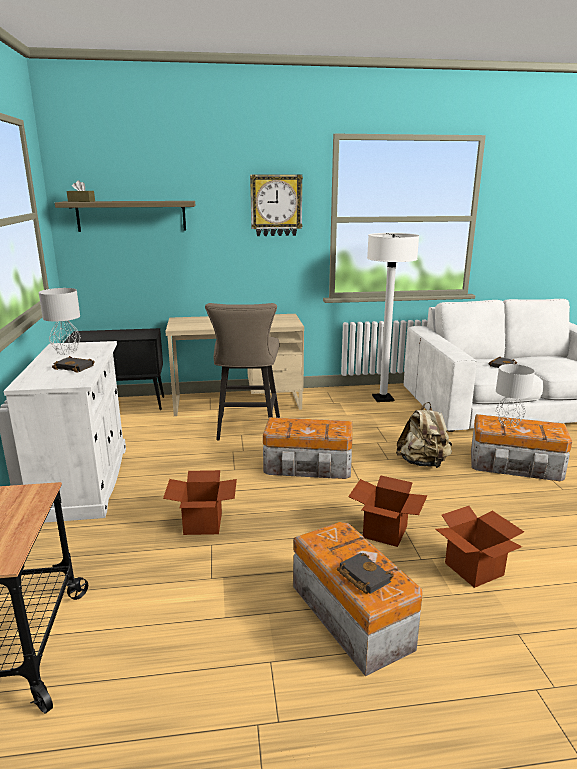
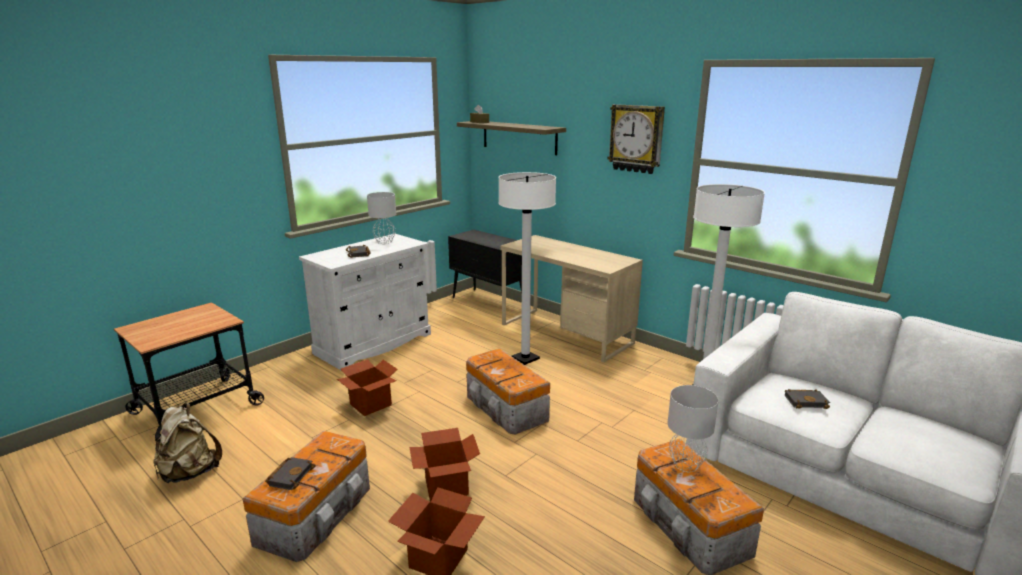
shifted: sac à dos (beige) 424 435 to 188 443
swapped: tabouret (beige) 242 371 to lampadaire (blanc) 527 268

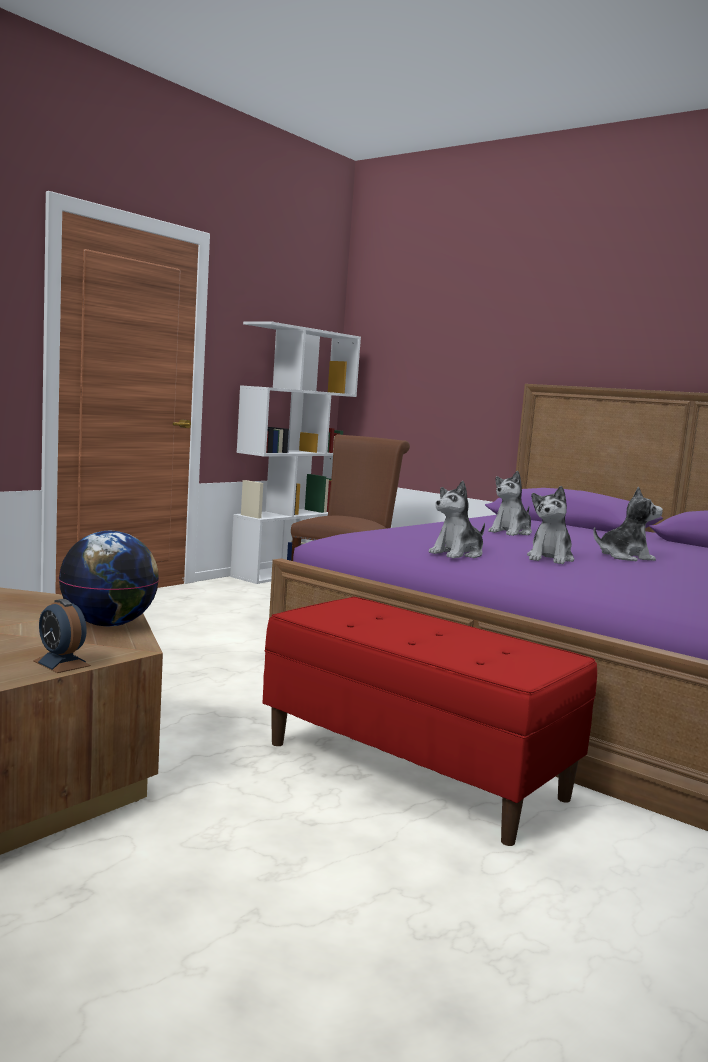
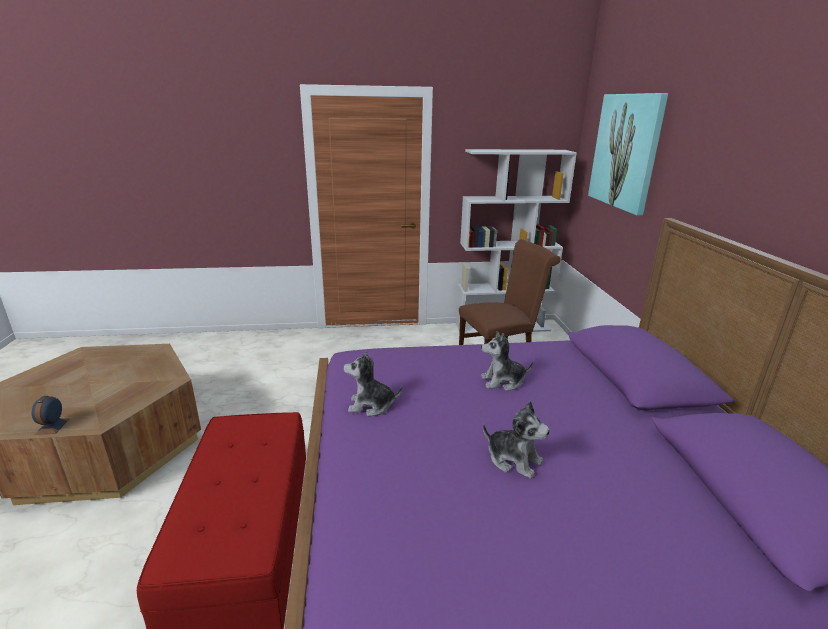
gone: globe 109 578; peluche 550 525
new: tableau 628 154

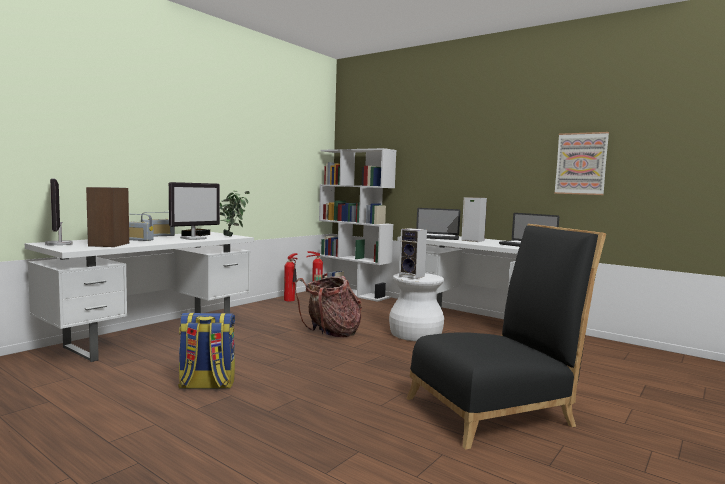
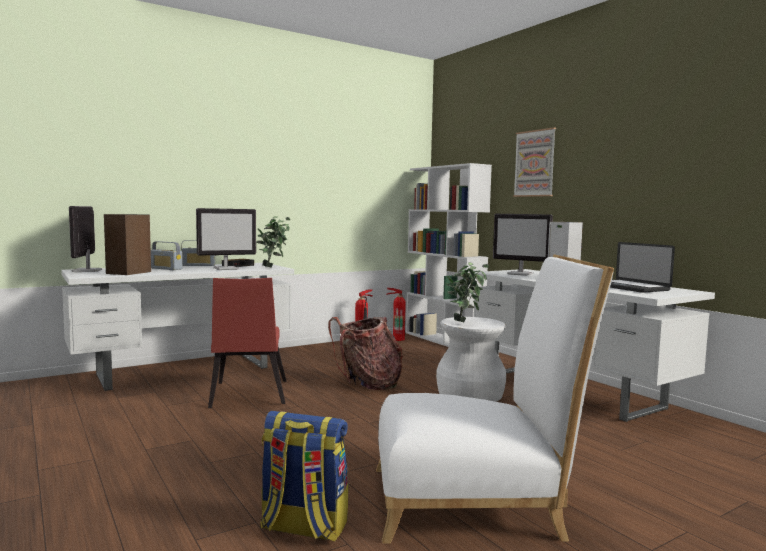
new: chaise (rouge) 247 343
shifted: sac à dos 206 351 to 304 476; tableau 581 163 to 534 162
swapped: enceinte 413 253 to plante en pot 467 292; ordinateur portable 438 224 to écran d'ordinateur 523 245
repainted: chaise (noir) 506 337 to chaise (blanc) 495 399

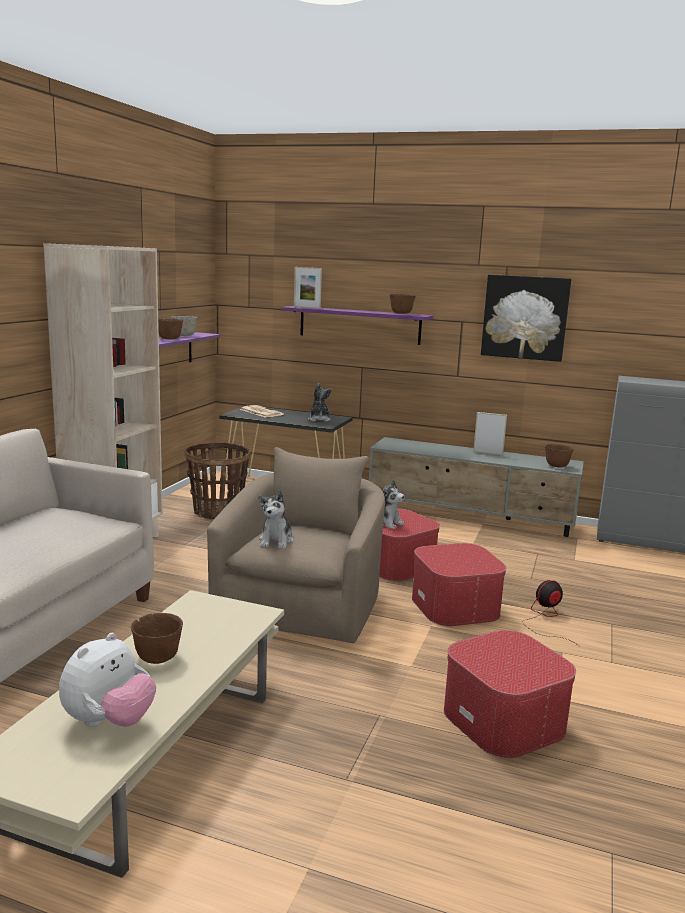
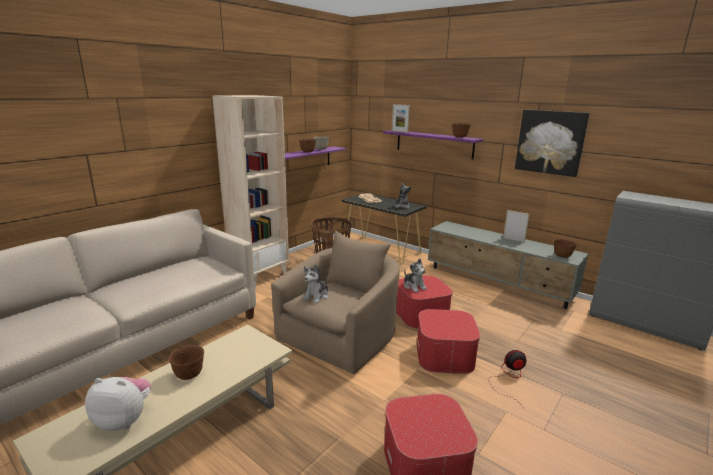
rotated: peluche 107 680 = 118 404 135 degrees counterclockwise

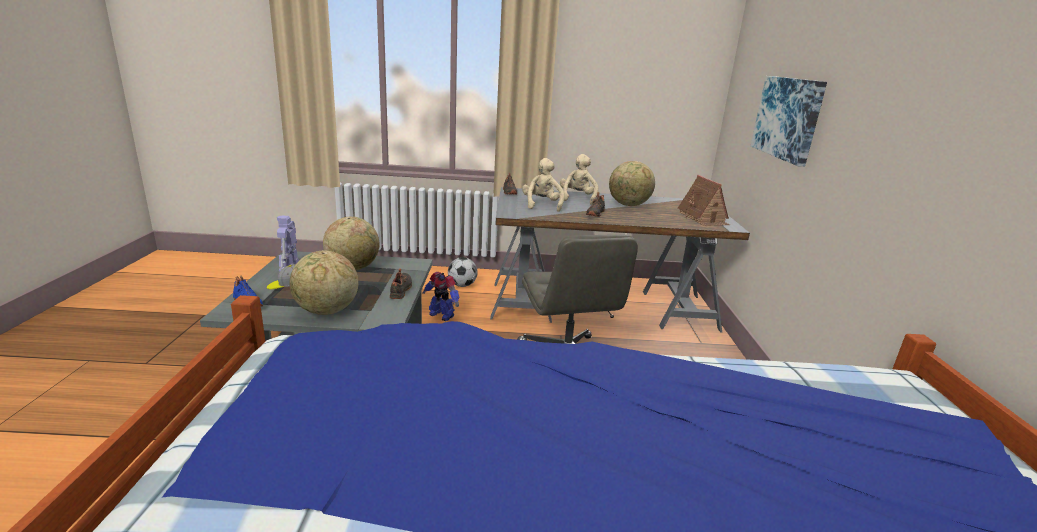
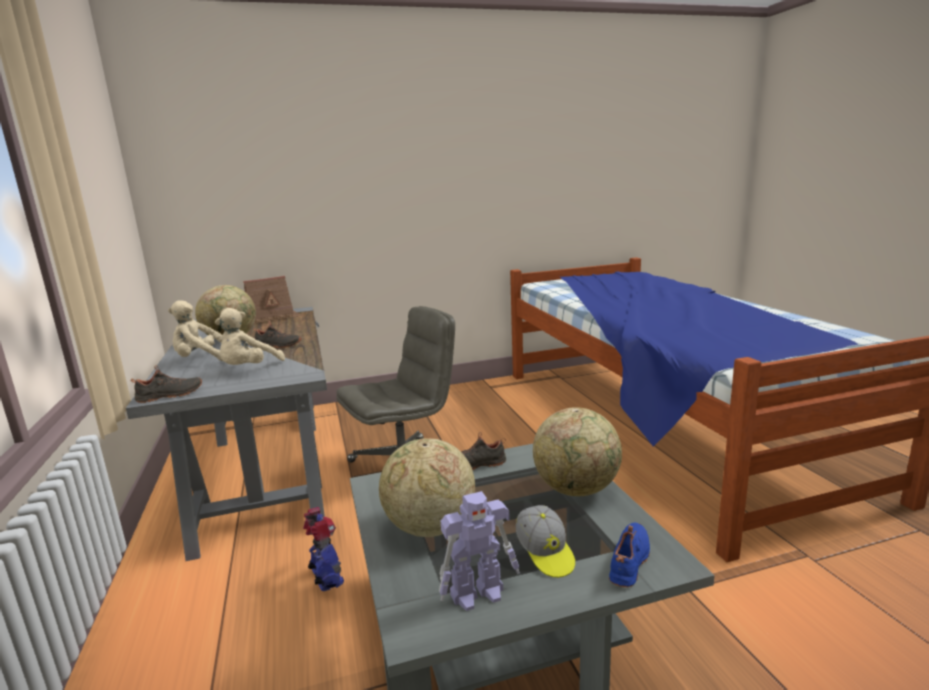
gone: ballon de foot 463 272; tableau 789 121
rotated: peluche (beige) 543 185 = 250 336 45 degrees counterclockwise; robot jouet 441 296 = 323 549 45 degrees counterclockwise

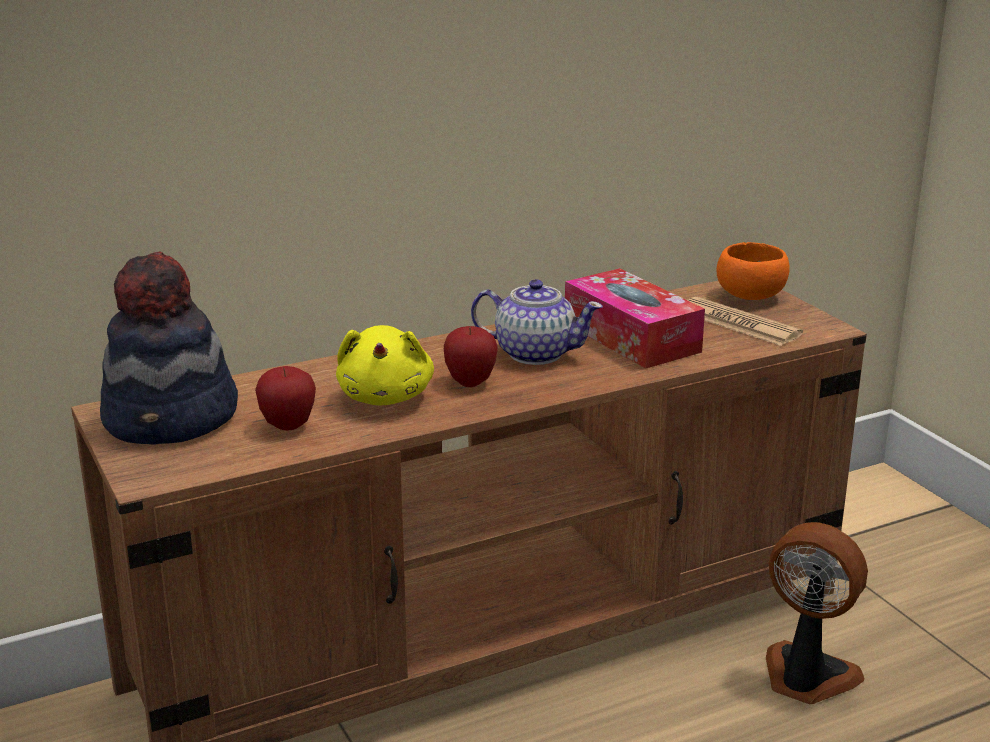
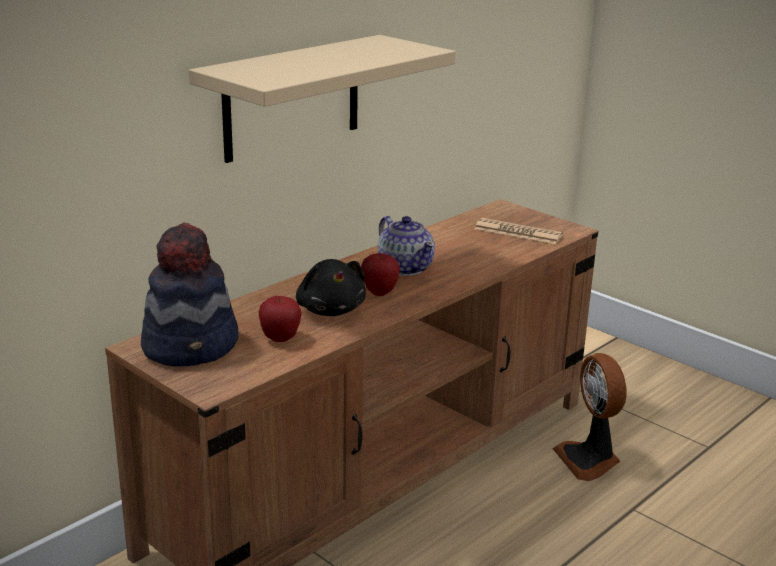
gone: boîte à mouchoirs 635 318; bol (orange) 753 271
new: étagère (beige) 322 99
repainted: peluche (jaune) 385 365 to peluche (noir) 331 287
rotated: théière 537 322 = 406 246 60 degrees clockwise; ventilateur 817 613 = 589 417 120 degrees counterclockwise

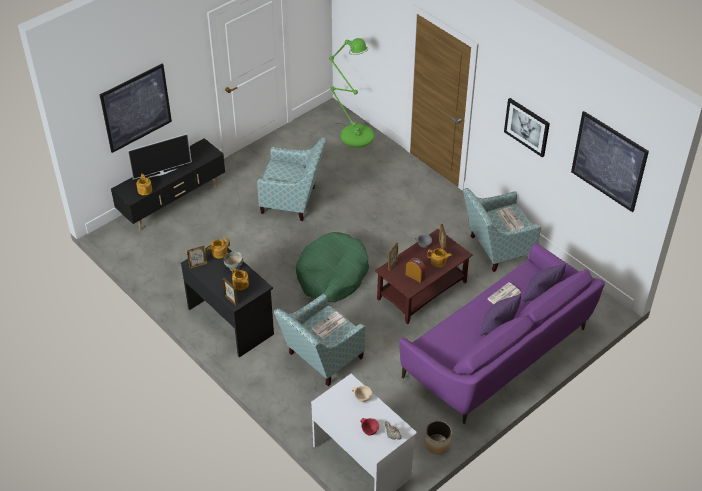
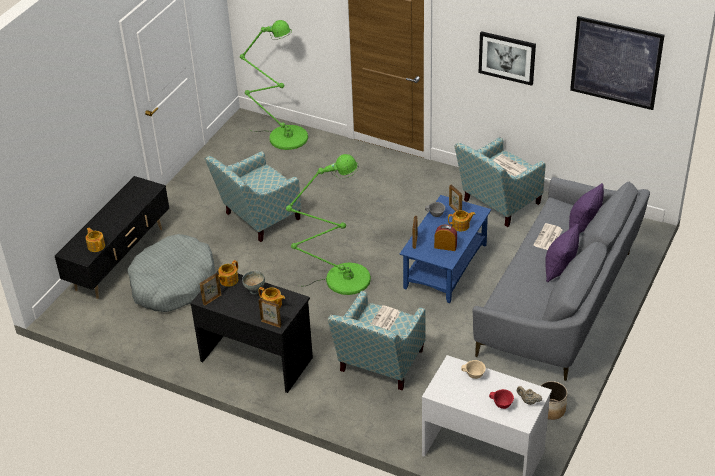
gone: tableau 136 108; téléviseur 160 156
new: panier pour chien (gris) 171 273
swapped: panier pour chien (vert) 332 267 to lampadaire (vert) 328 224
repainted: table basse (marron) 424 276 to table basse (bleu) 445 249; canapé (violet) 502 333 to canapé (gris) 561 279
rotated: fauteuil 292 179 = 253 196 150 degrees clockwise

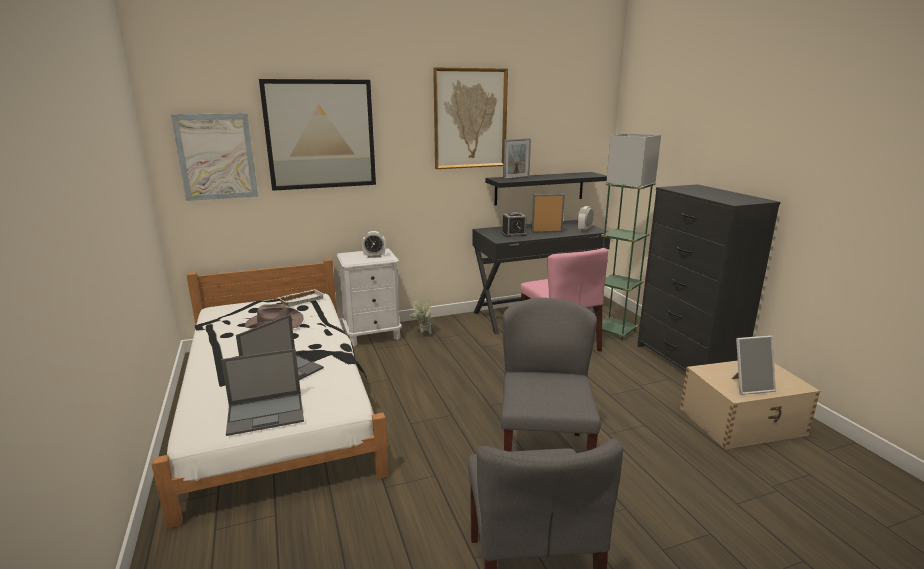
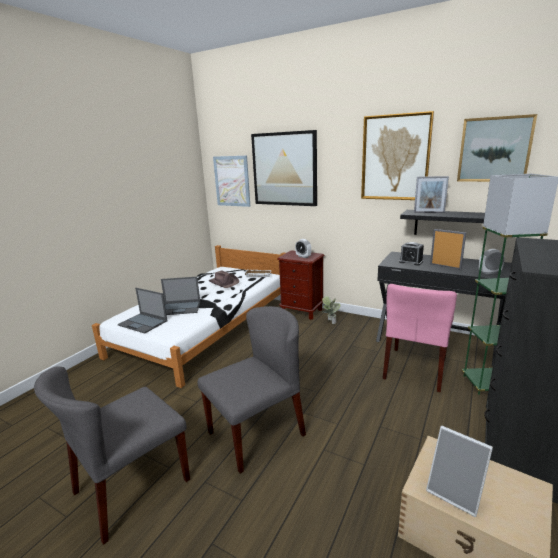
new: tableau 497 148
repainted: table de chevet (blanc) 369 297 to table de chevet (marron) 301 285

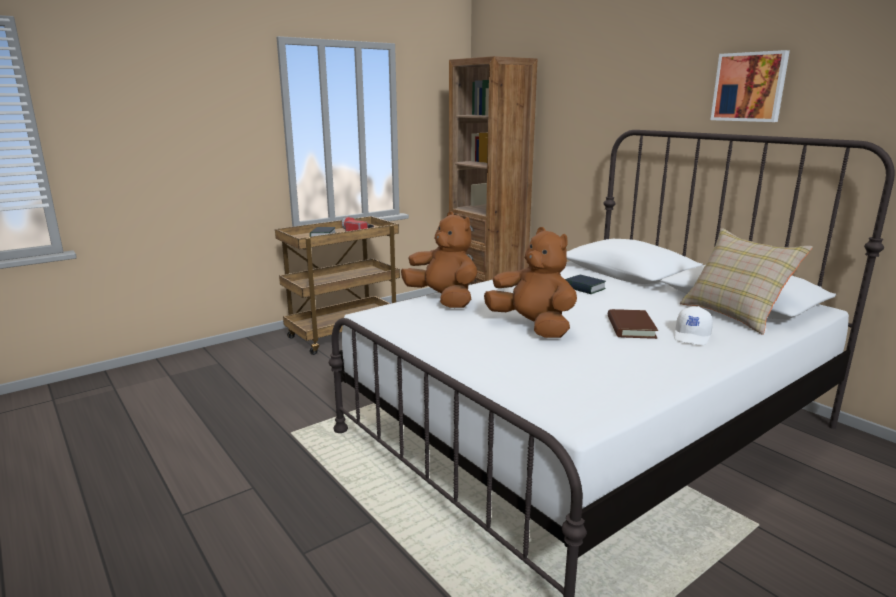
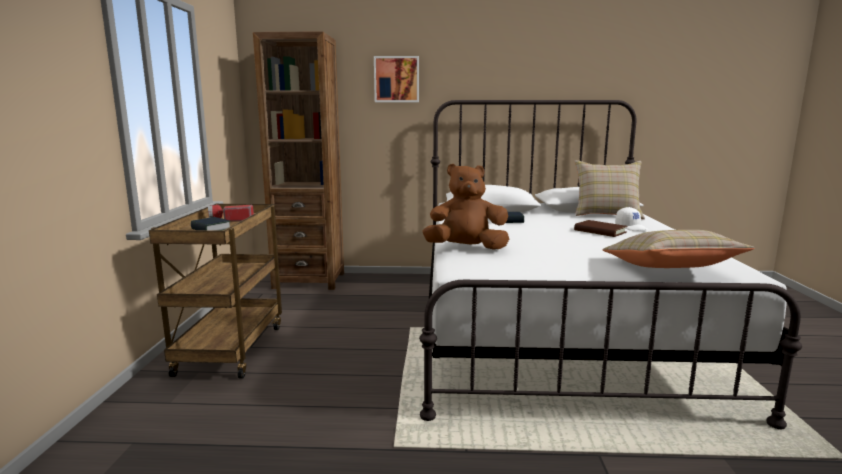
gone: peluche (marron) 530 282
new: coussin (beige) 678 249
shifted: tableau 750 86 to 396 79

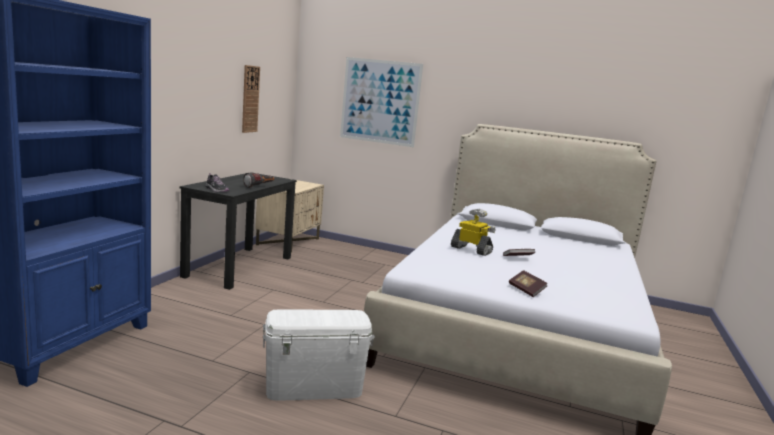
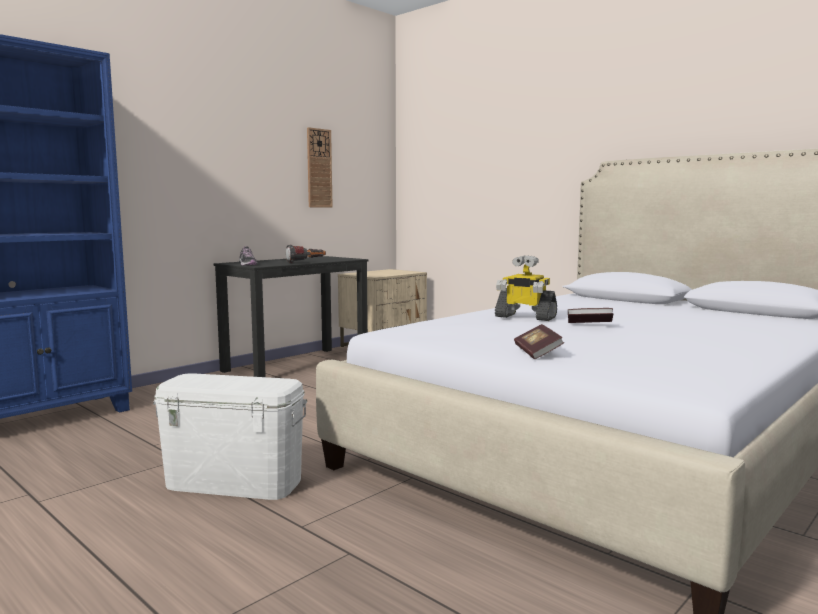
gone: tableau 381 102
rotated: robot jouet 473 232 = 526 288 150 degrees clockwise

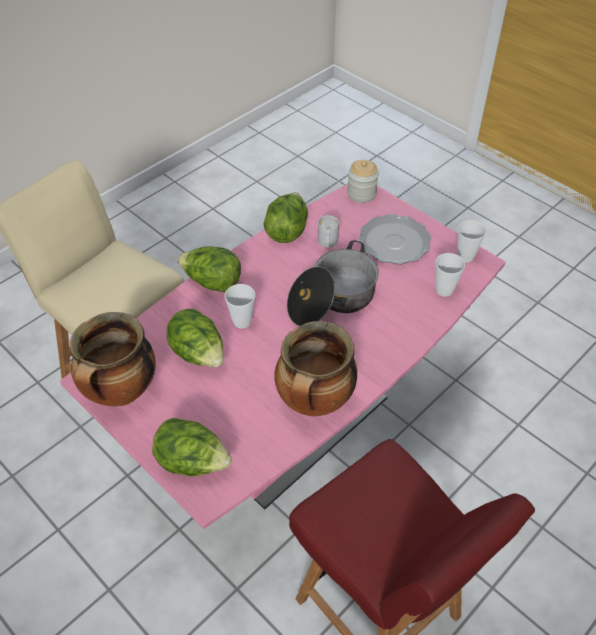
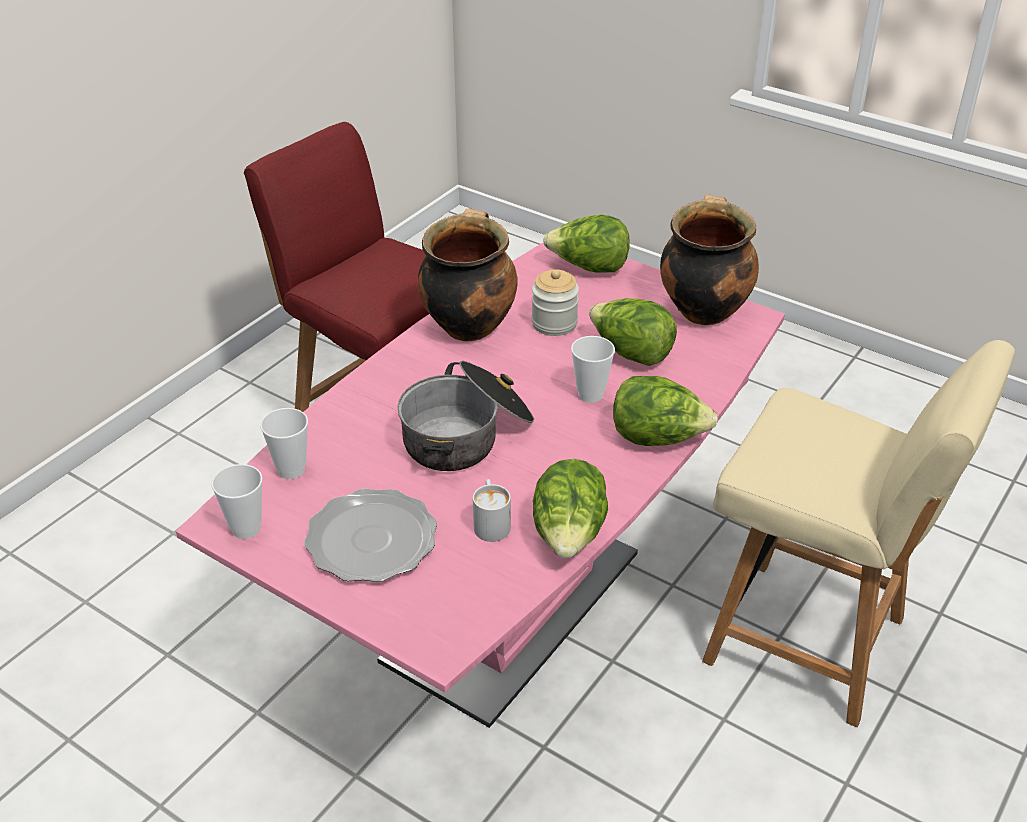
shifted: bocal 363 181 to 555 302

